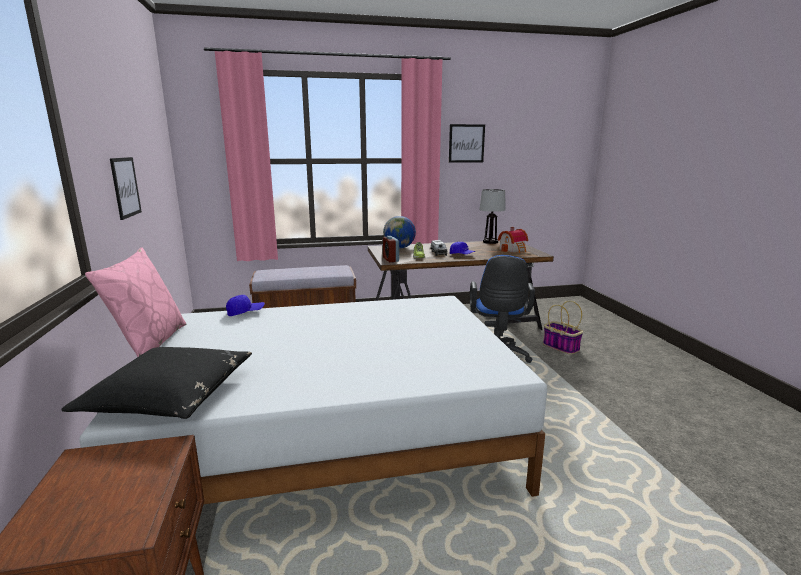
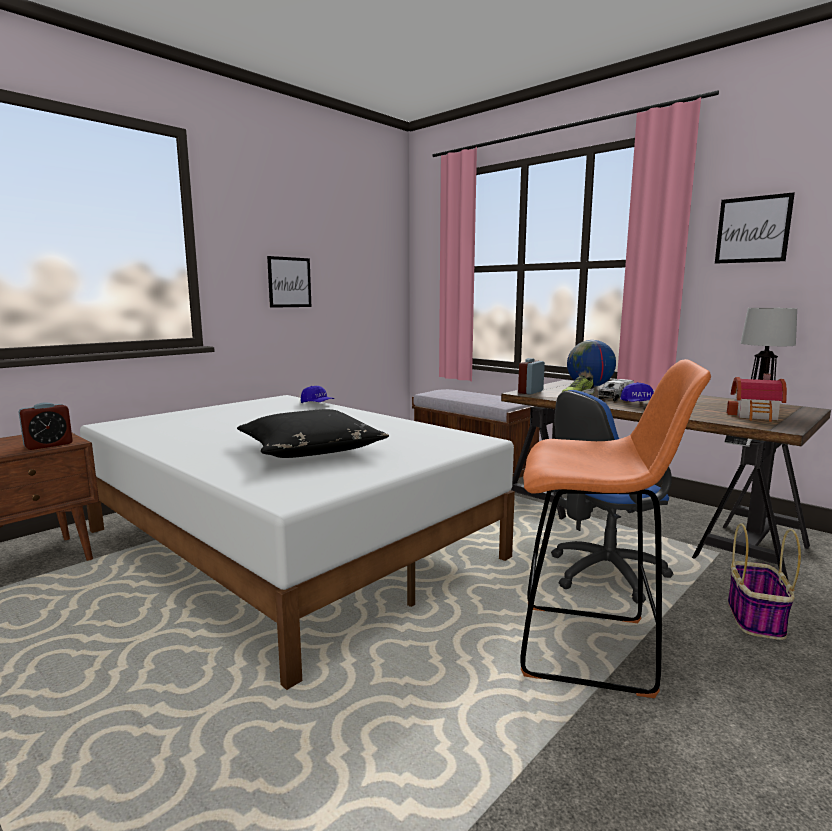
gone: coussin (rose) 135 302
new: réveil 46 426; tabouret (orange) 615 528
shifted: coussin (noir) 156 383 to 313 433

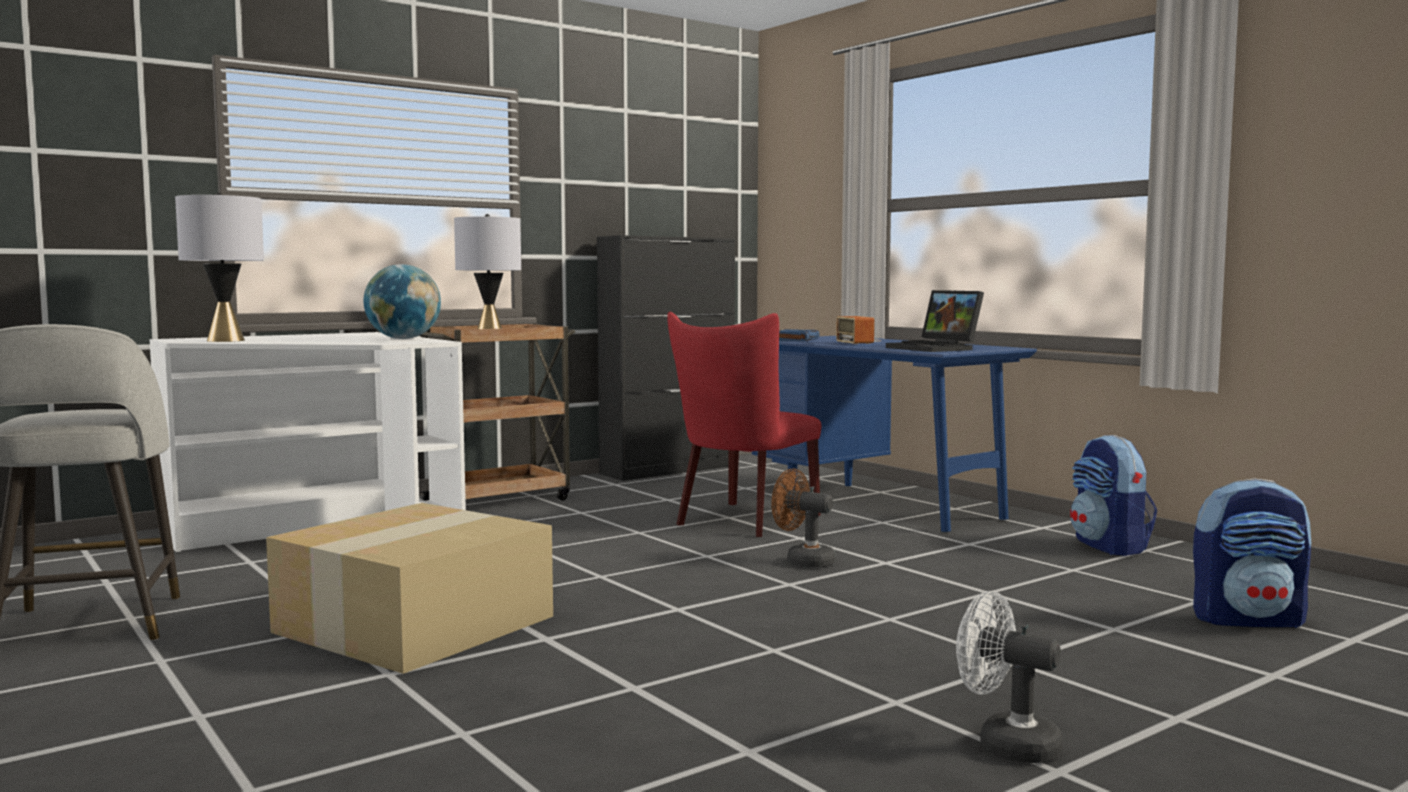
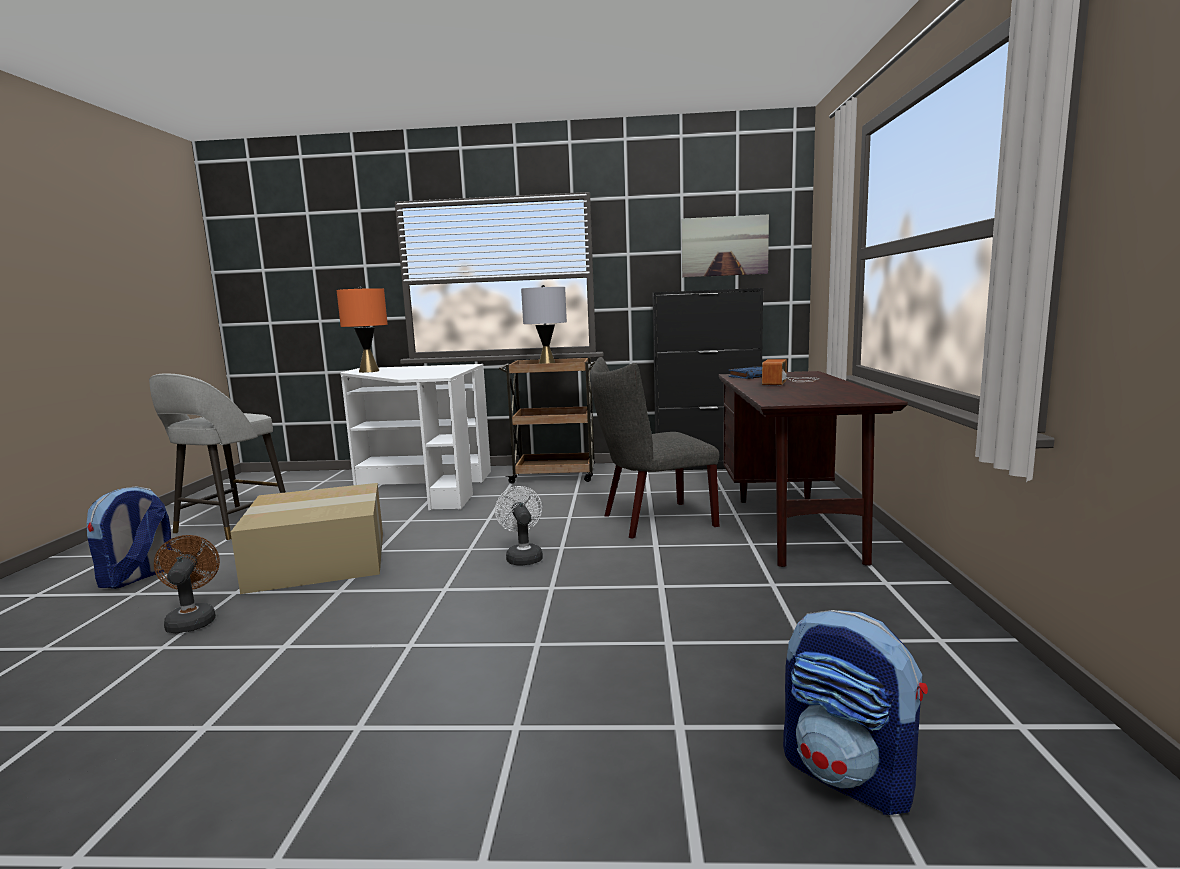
gone: globe 402 301; ordinateur portable 935 321
new: tableau 725 245
shifted: sac à dos 1113 495 to 130 537; ventilateur (marron) 803 518 to 187 584; ventilateur (blanc) 1009 677 to 519 526
repainted: lampe de table (gris) 219 267 to lampe de table (orange) 362 330; chaise (rouge) 744 424 to chaise (gris) 655 448; bureau (bleu) 894 434 to bureau (marron) 813 469

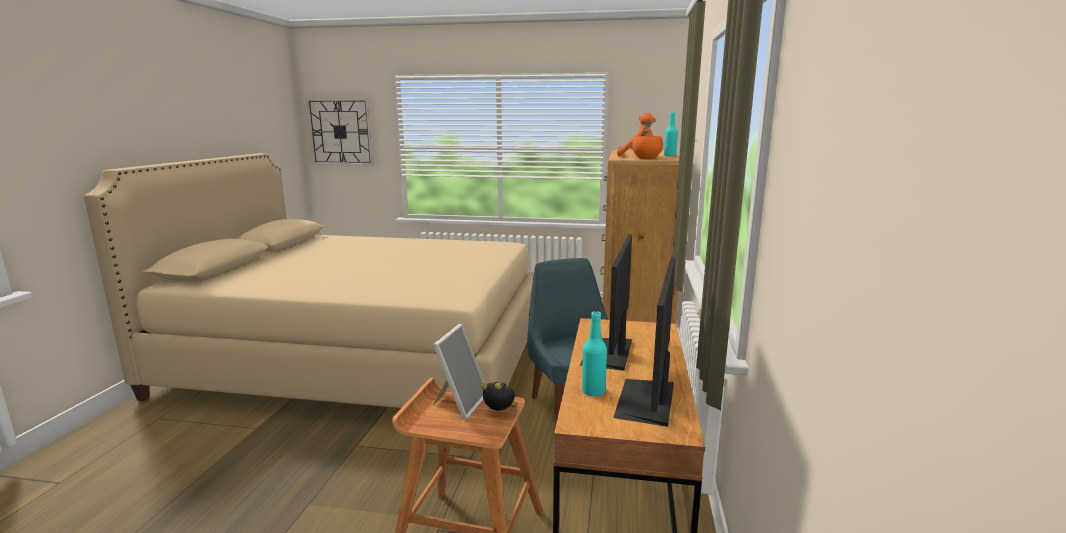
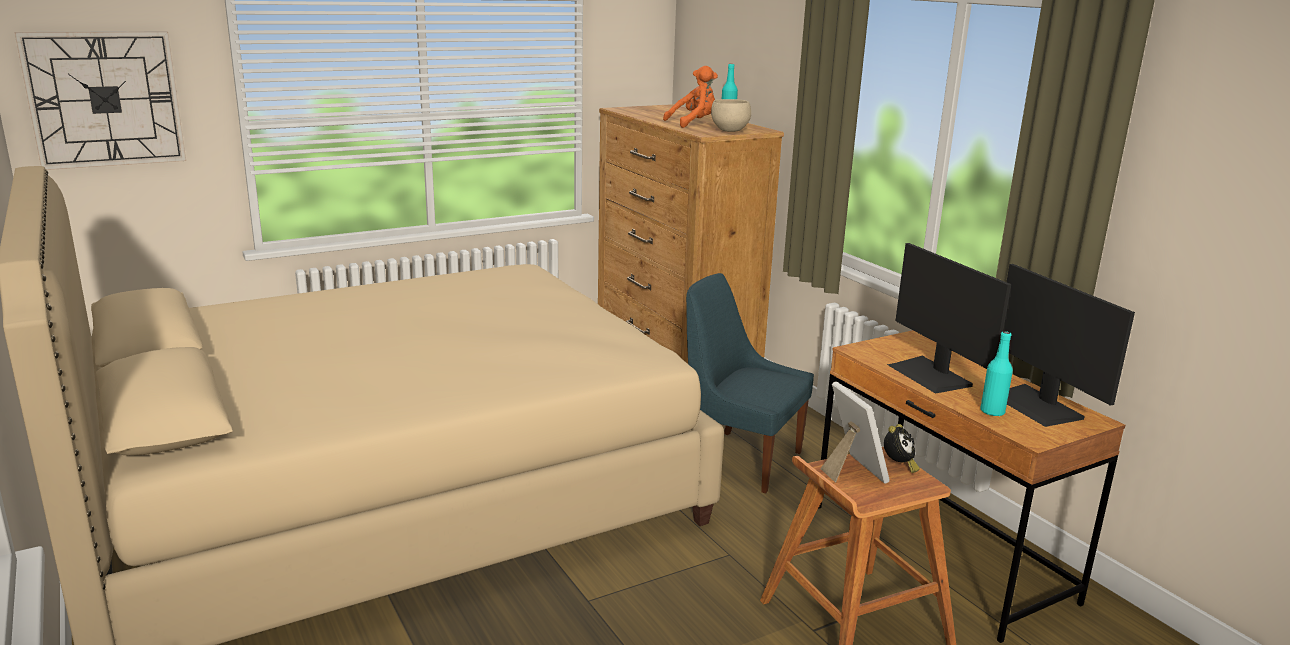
repainted: bol (orange) 647 147 to bol (beige) 731 115
rotated: réveil 499 396 = 902 448 135 degrees clockwise

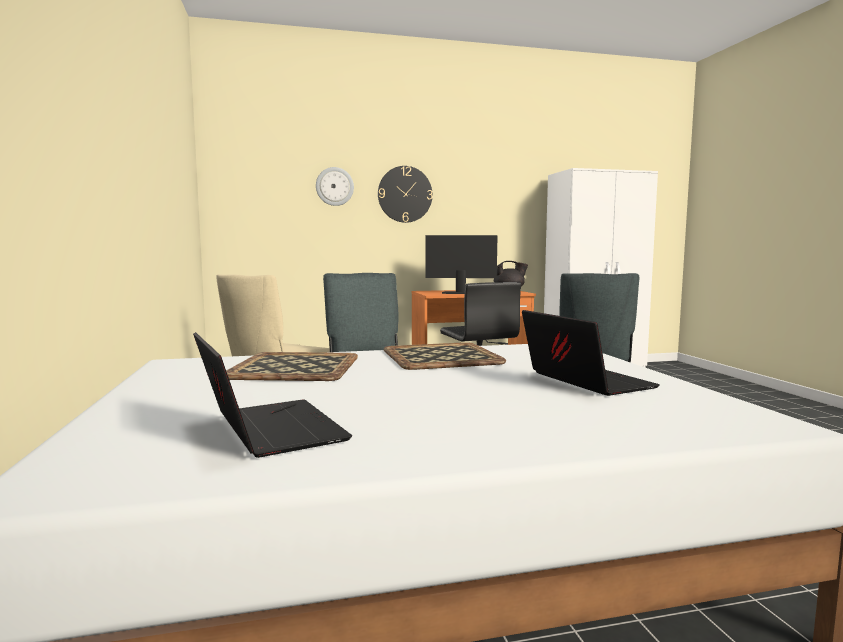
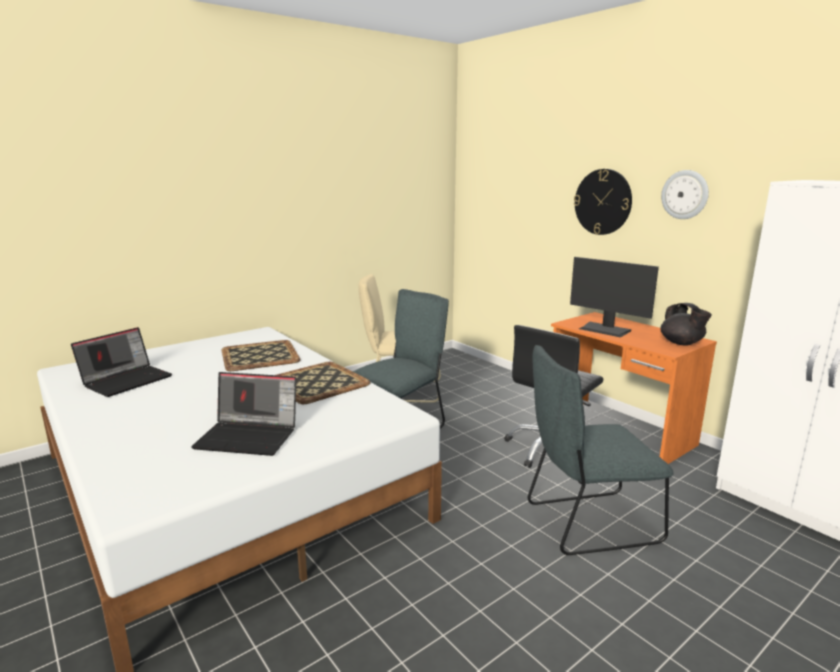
shifted: horloge murale 335 186 to 685 194
rotated: ordinateur portable 591 353 = 243 414 60 degrees clockwise; écran d'ordinateur 462 264 = 614 297 150 degrees clockwise

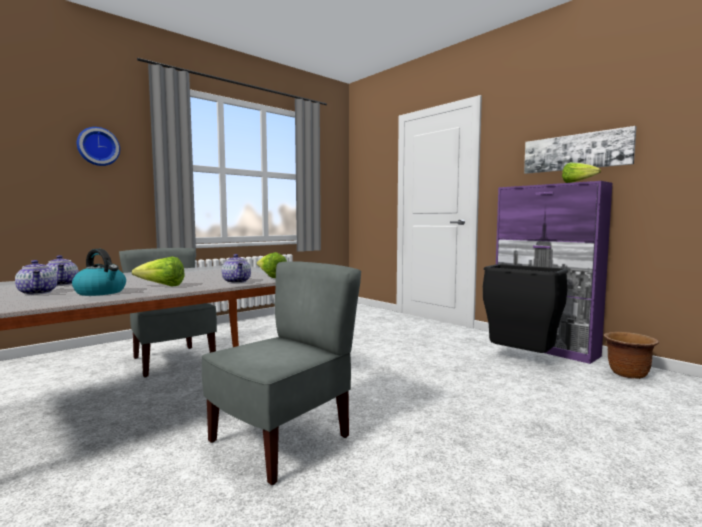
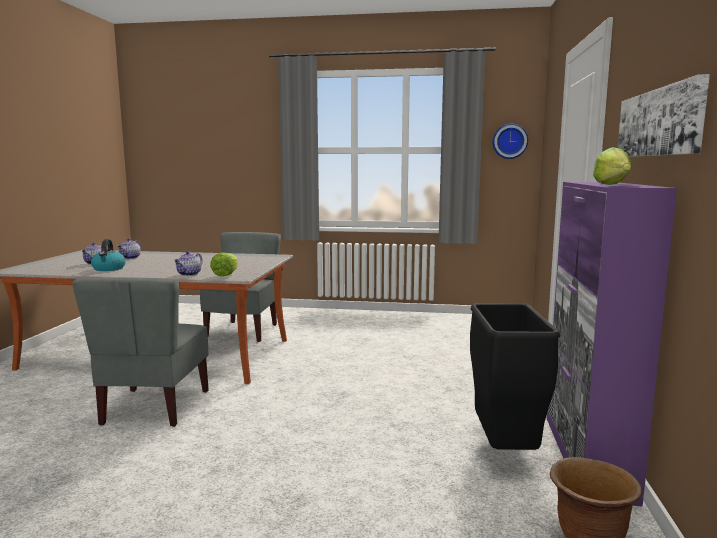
gone: laitue 158 271
shifted: horloge murale 98 146 to 510 141
rotated: chaise (gris) 281 373 = 140 352 90 degrees clockwise

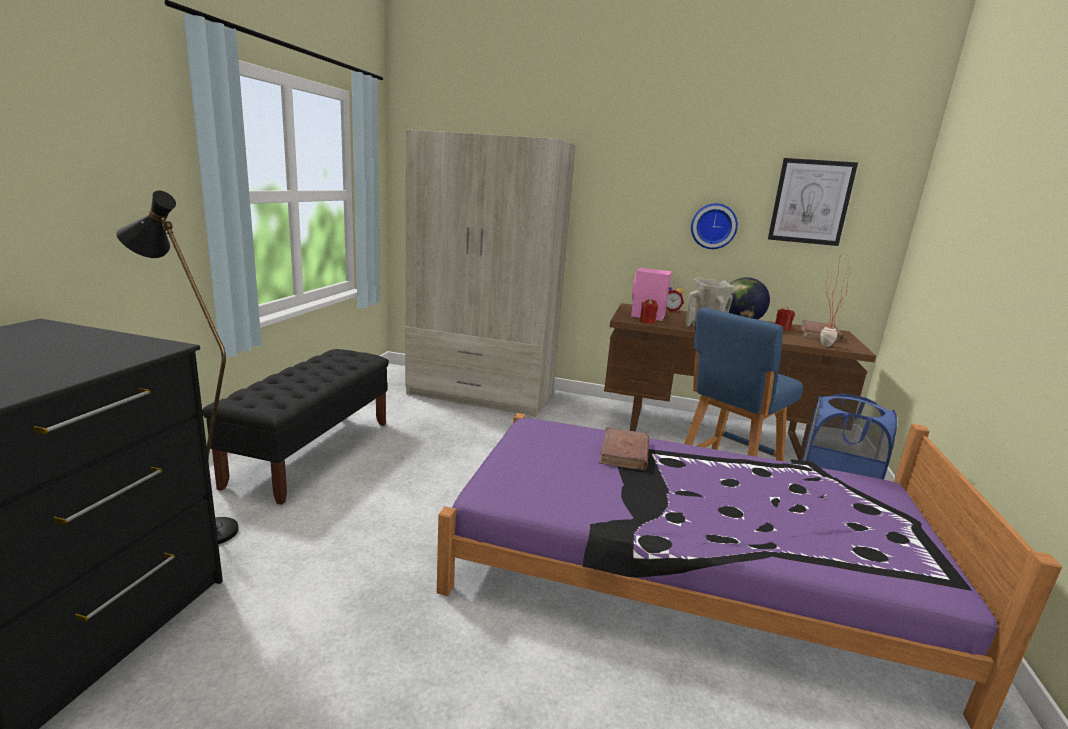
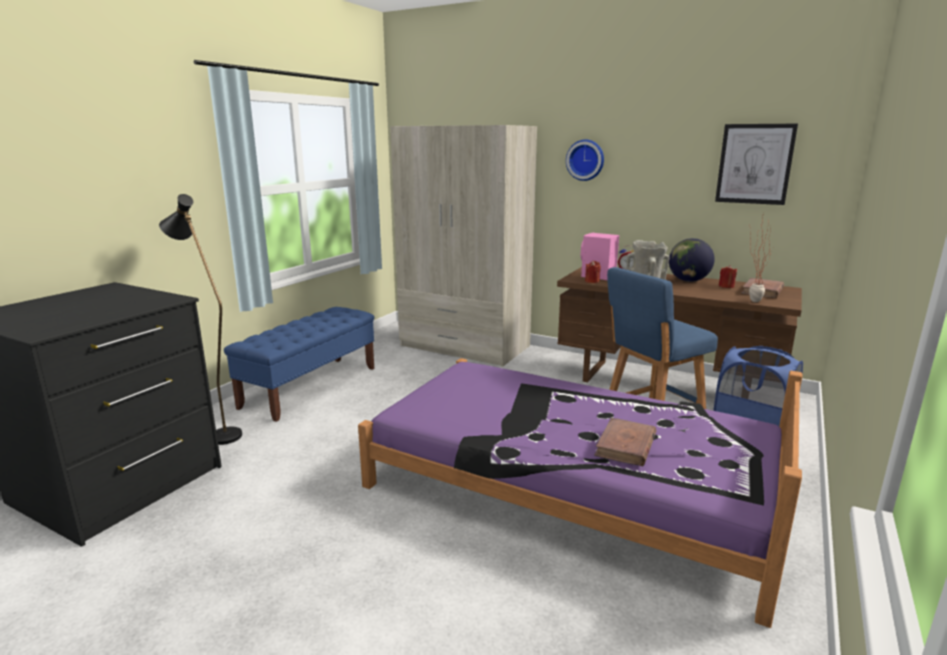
shifted: horloge murale 714 226 to 585 160; livre (marron) 624 448 to 625 442
repainted: banc (noir) 295 427 to banc (bleu) 299 364

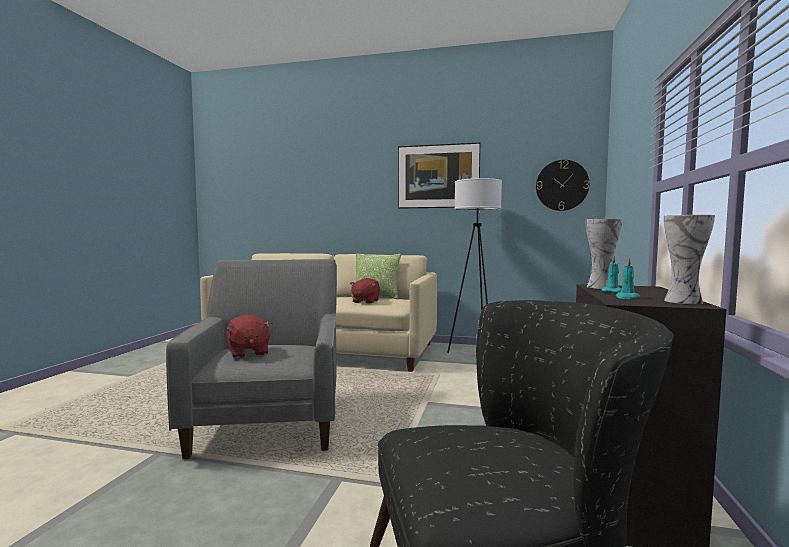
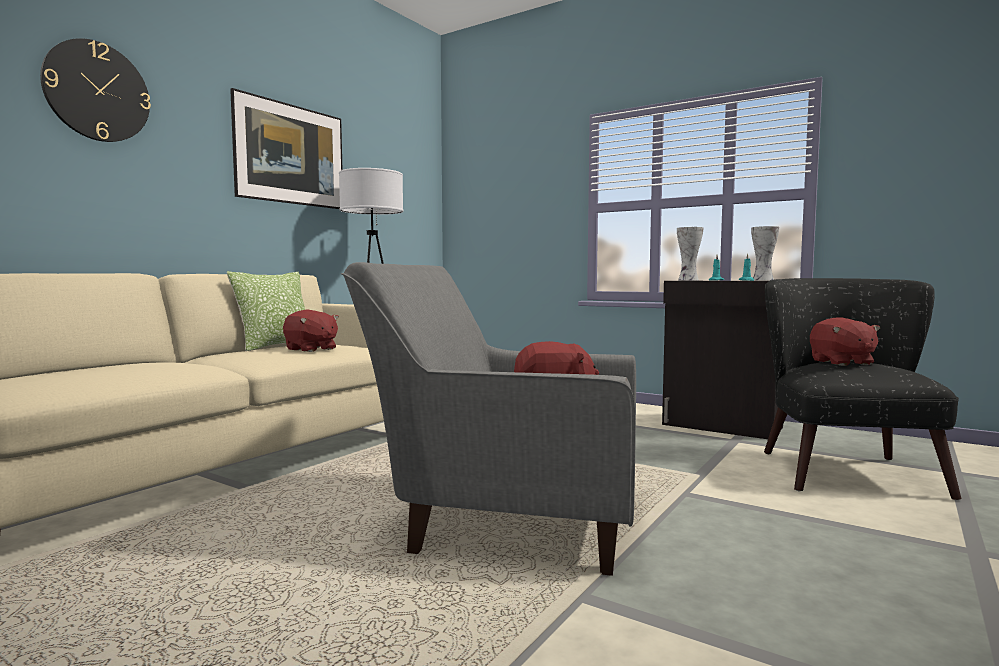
new: peluche (rouge) 845 341
shifted: horloge murale 563 185 to 95 90

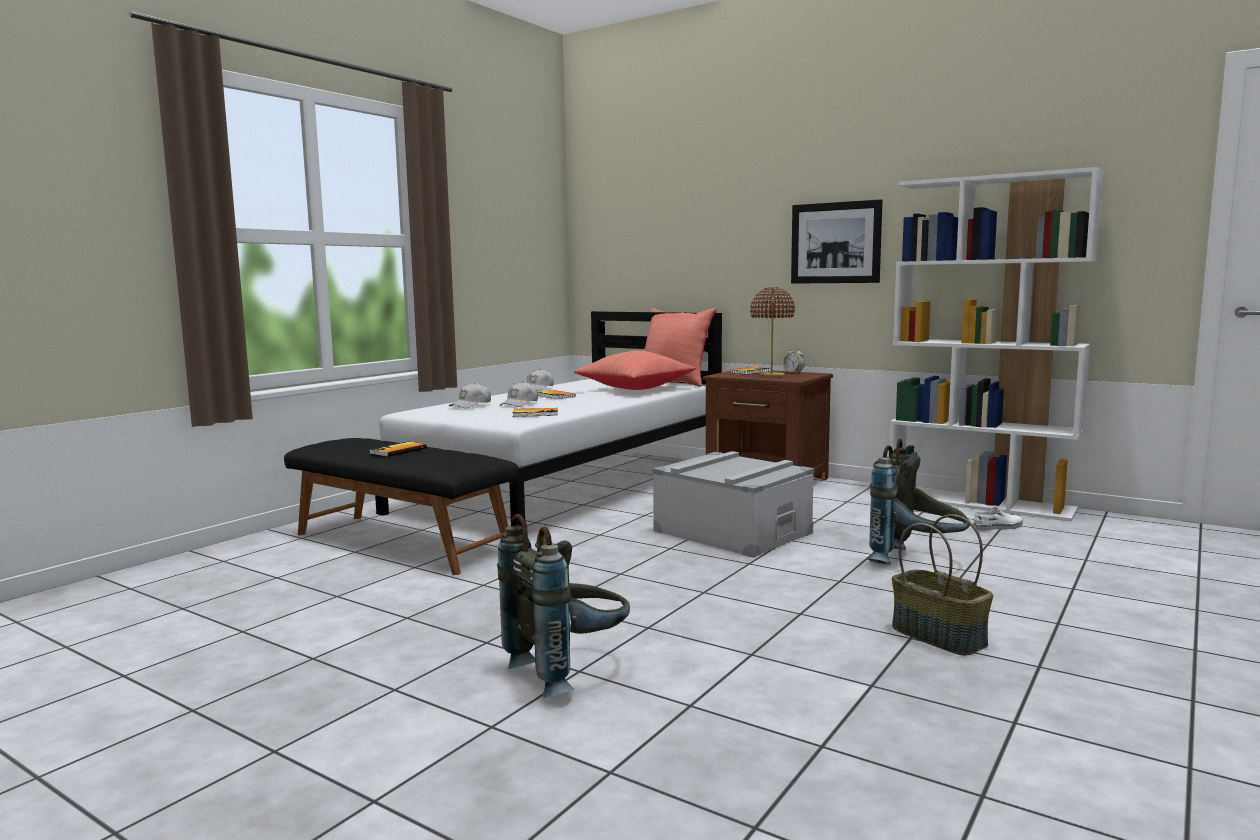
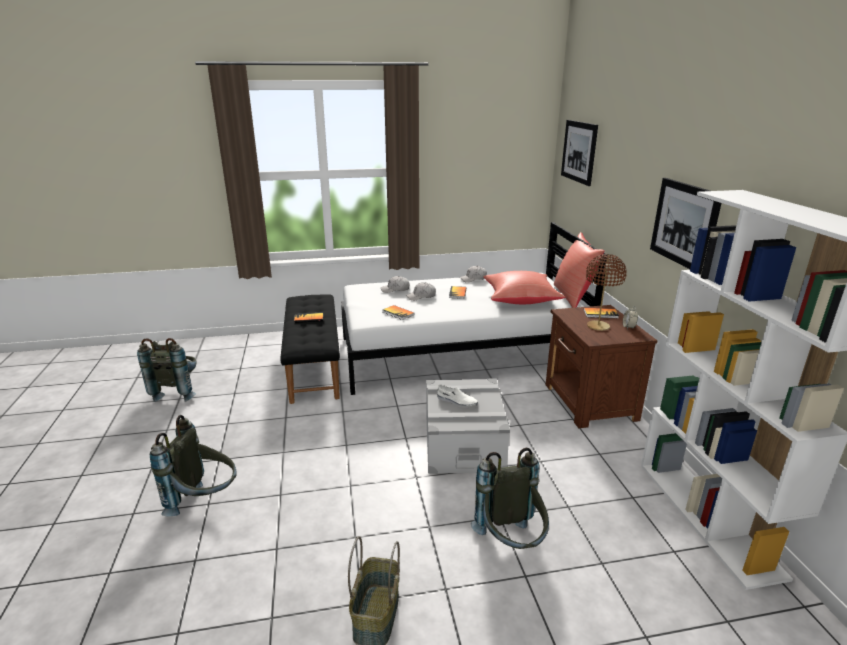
new: sac à dos (gris) 166 370; tableau 579 153
shifted: chaussure (blanc) 998 519 to 457 396

